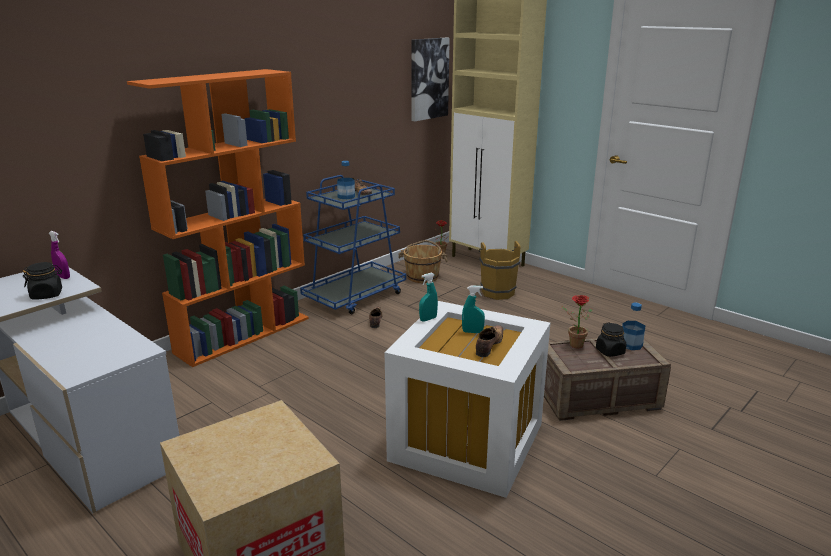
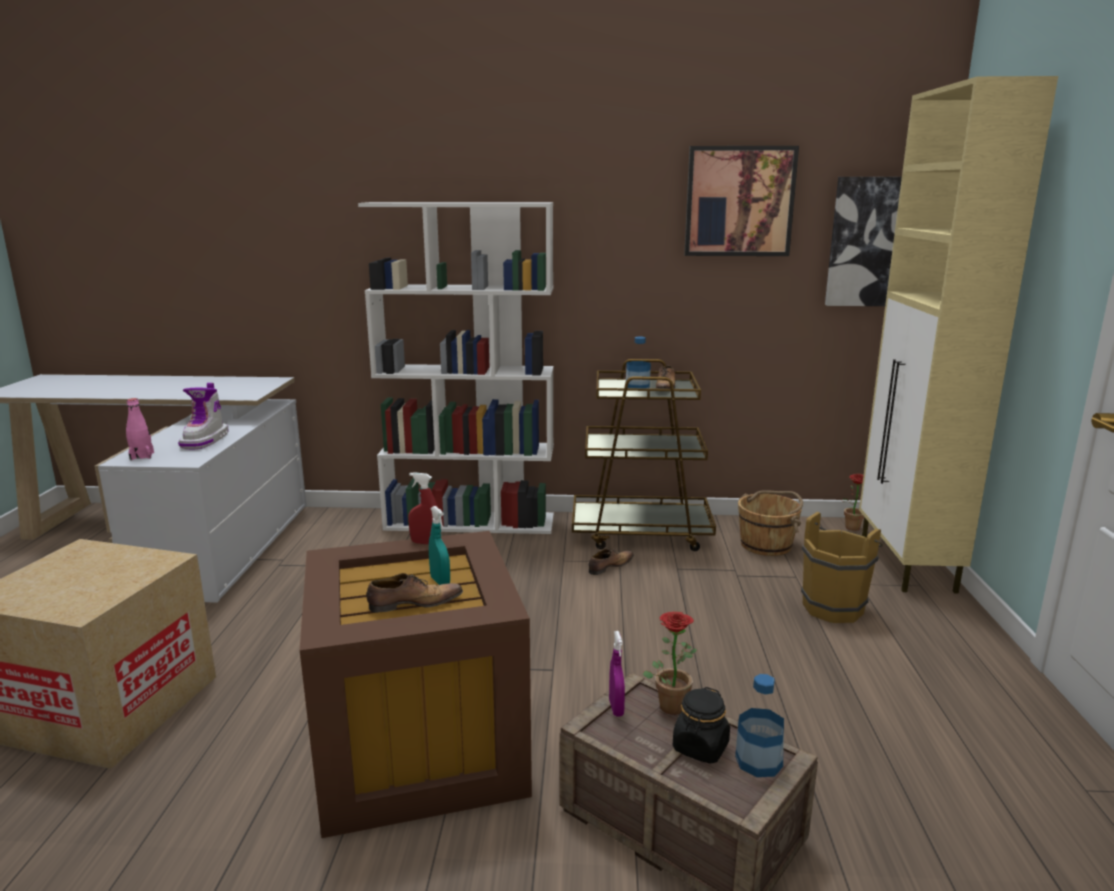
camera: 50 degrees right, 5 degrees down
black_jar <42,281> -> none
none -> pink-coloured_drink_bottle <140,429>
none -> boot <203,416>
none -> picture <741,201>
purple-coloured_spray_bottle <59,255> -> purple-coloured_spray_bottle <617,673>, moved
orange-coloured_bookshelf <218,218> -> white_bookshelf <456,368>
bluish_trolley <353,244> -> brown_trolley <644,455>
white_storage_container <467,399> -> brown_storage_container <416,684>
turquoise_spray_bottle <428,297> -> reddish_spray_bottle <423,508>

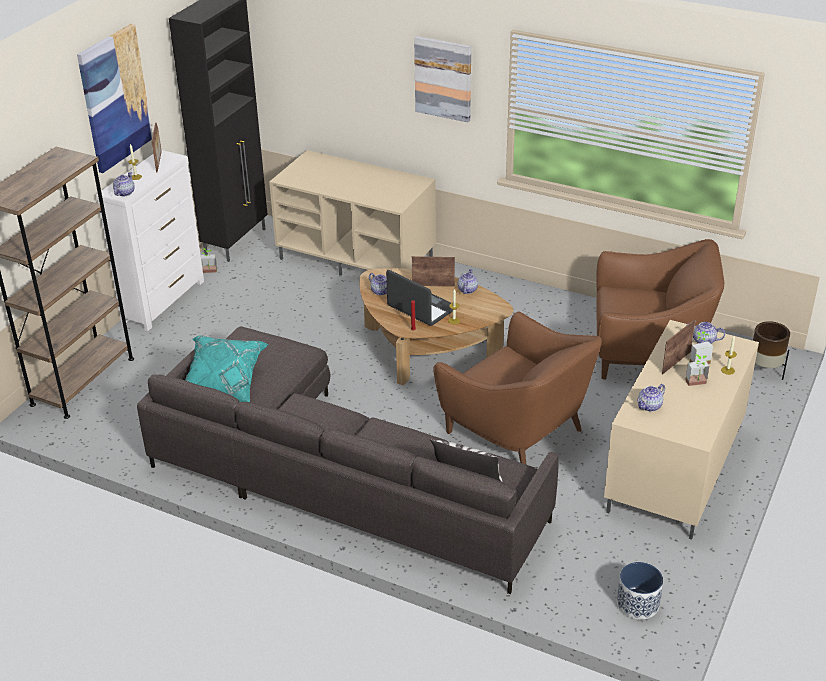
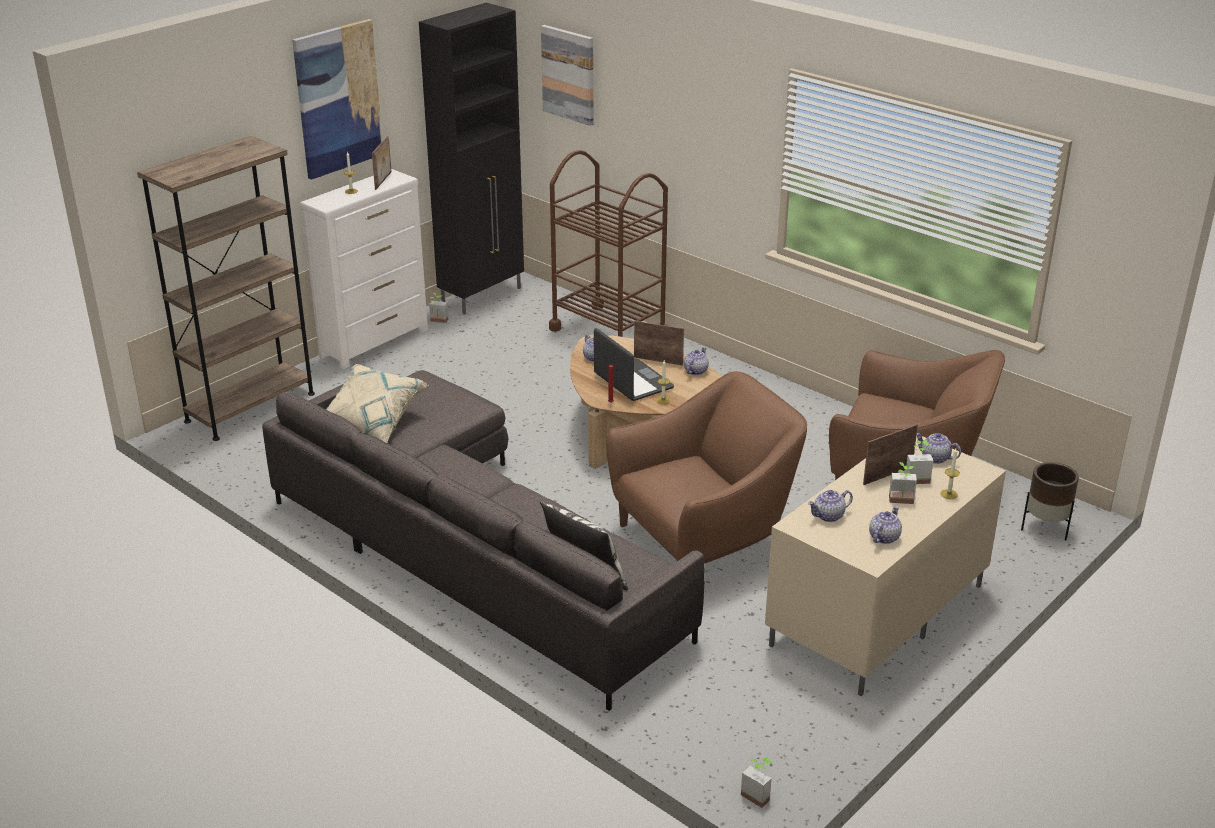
camera: 15 degrees right, 5 degrees down
plant_pot <640,590> -> none
none -> potted_plant <757,782>
tea_pot <124,184> -> tea_pot <885,525>, moved
picture <442,79> -> picture <567,75>, moved
beige_tv_unit <352,213> -> brown_trolley <608,243>
turquoise_throw_pillow <227,369> -> beige_throw_pillow <377,403>
brown_armchair <517,388> -> brown_armchair <706,467>, 90 degrees counterclockwise

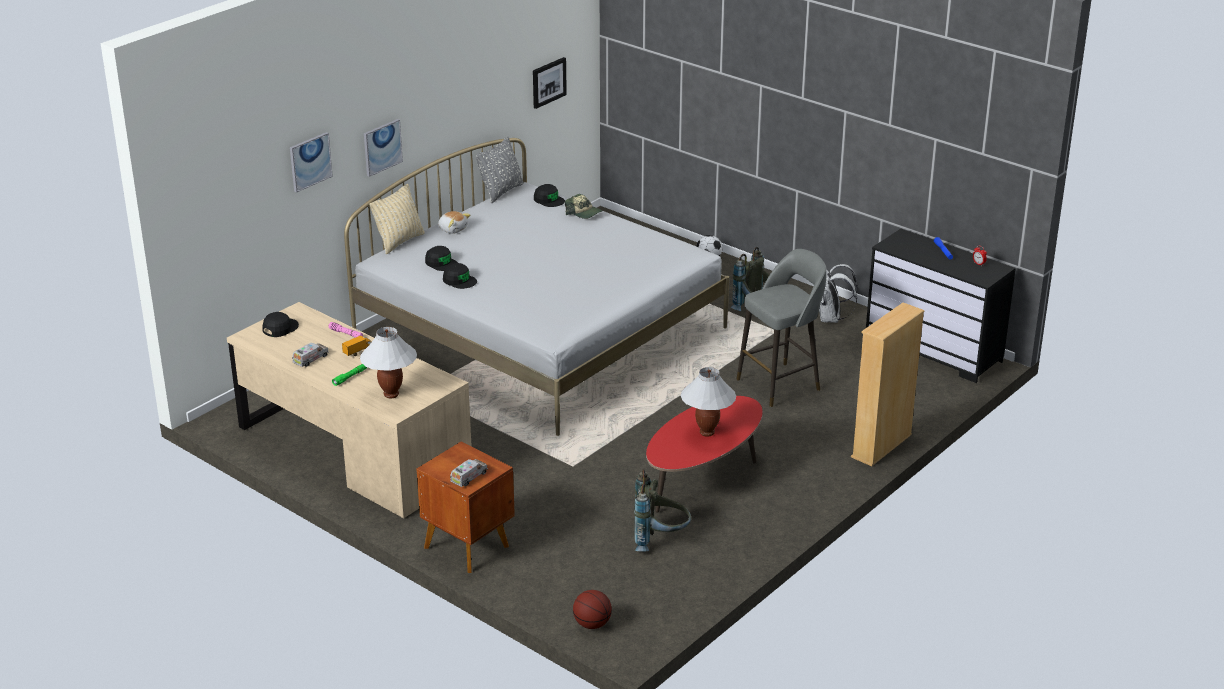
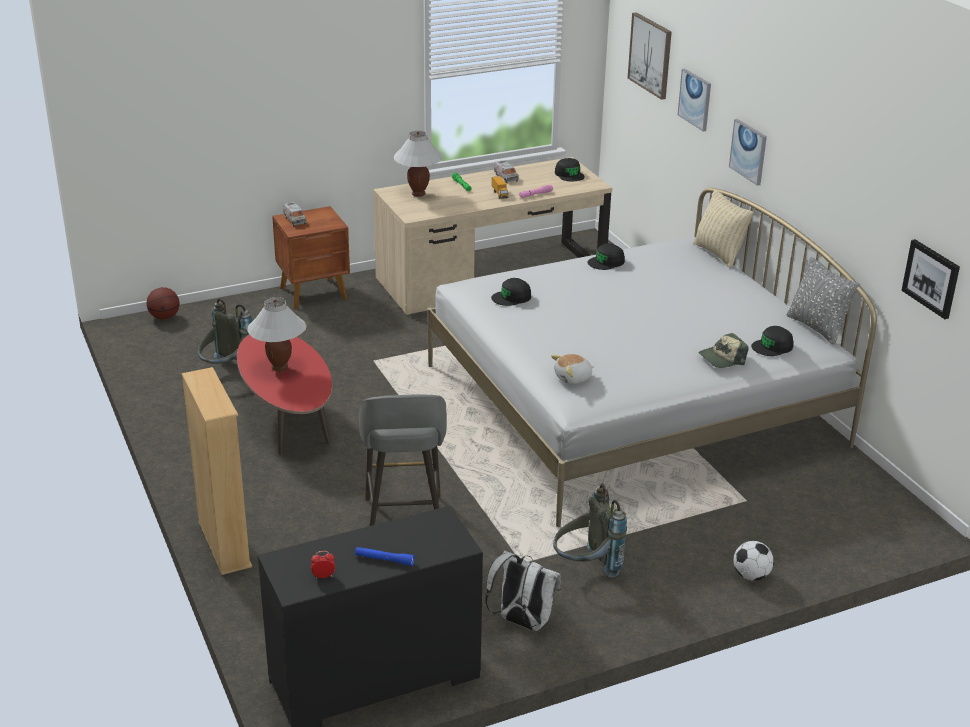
camera: 115 degrees right, 0 degrees up
none -> picture <650,56>
black_cap <441,258> -> black_cap <511,292>, moved
soft_toy <454,222> -> soft_toy <572,369>, moved

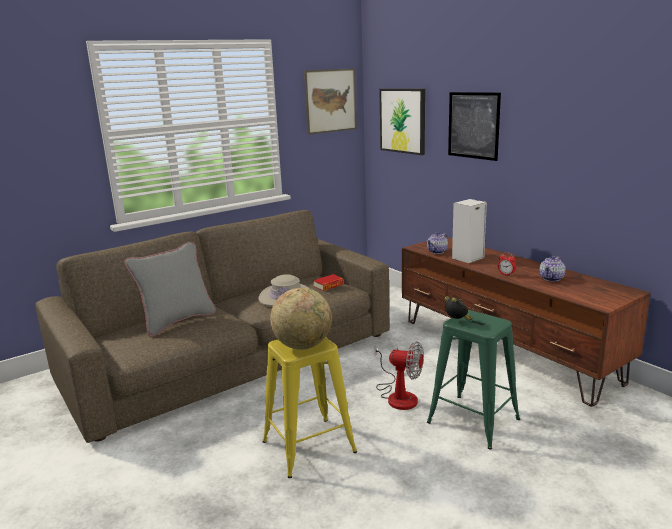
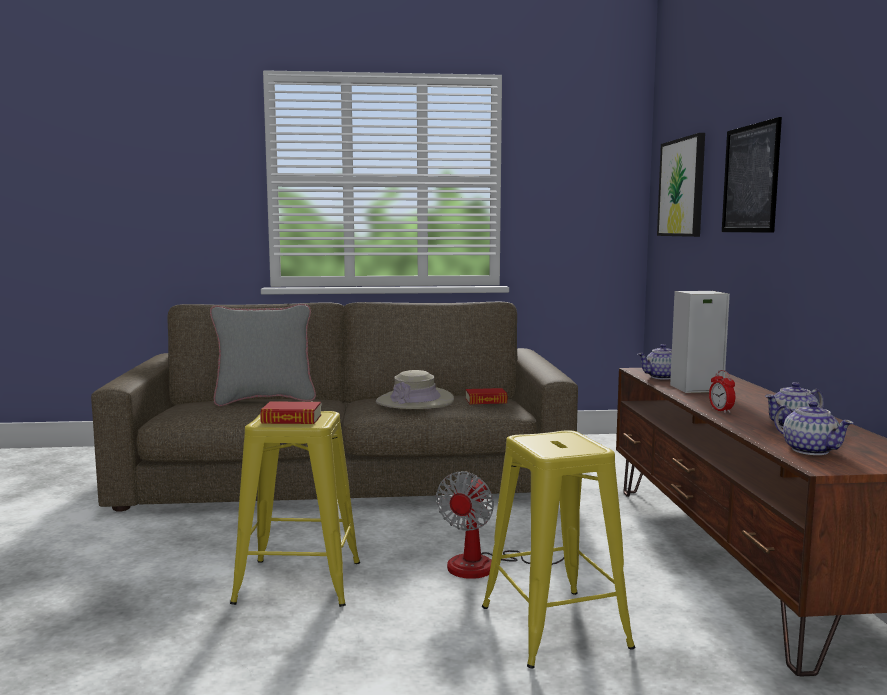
camera: 30 degrees right, 10 degrees down
picture <330,101> -> none
alarm_clock <458,308> -> none
none -> tea_pot <814,428>
world_globe <301,319> -> book <290,413>
green-coloured_stool <473,379> -> yellow_stool <558,549>
fan <399,375> -> fan <500,525>, 60 degrees clockwise

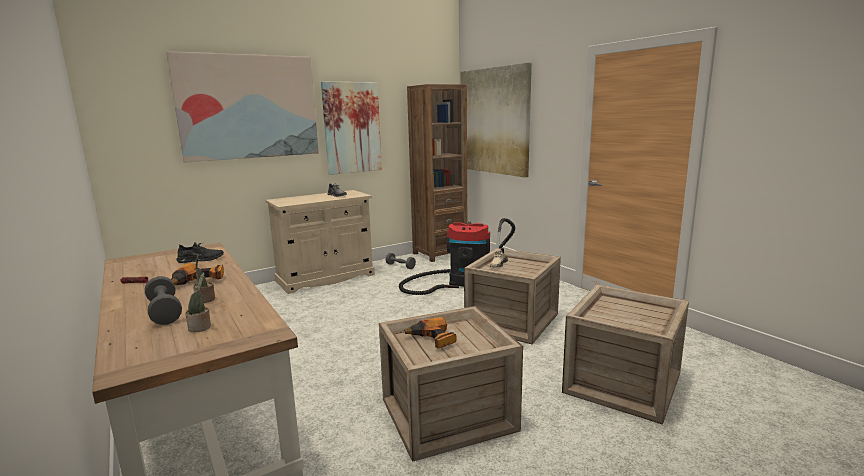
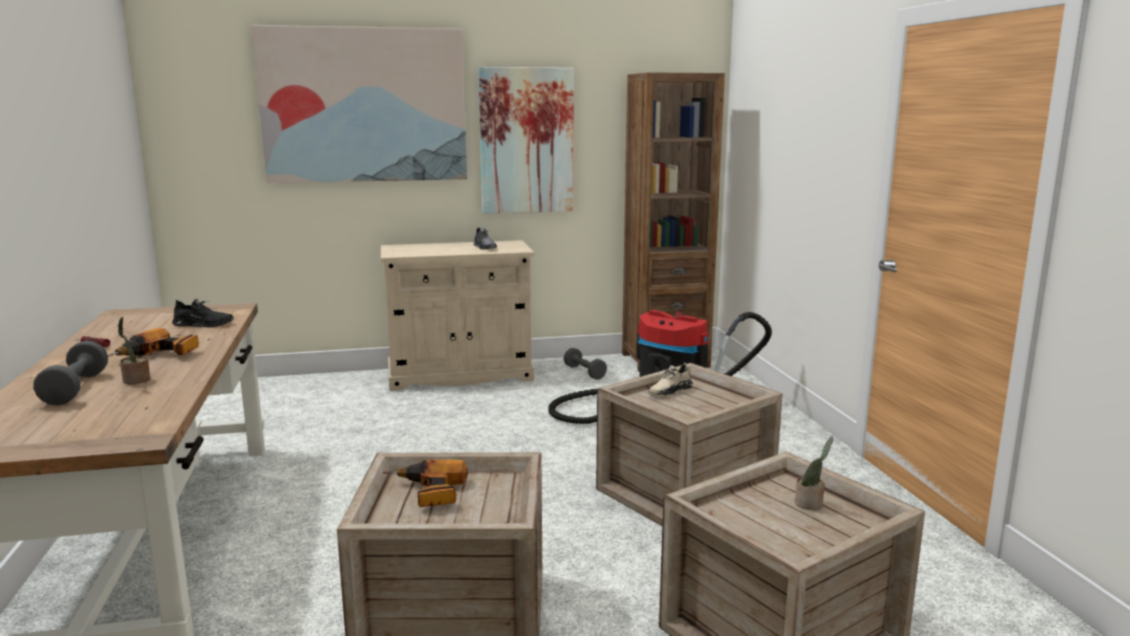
camera: 20 degrees right, 0 degrees up
picture <496,120> -> none
potted_plant <198,302> -> potted_plant <814,473>, moved

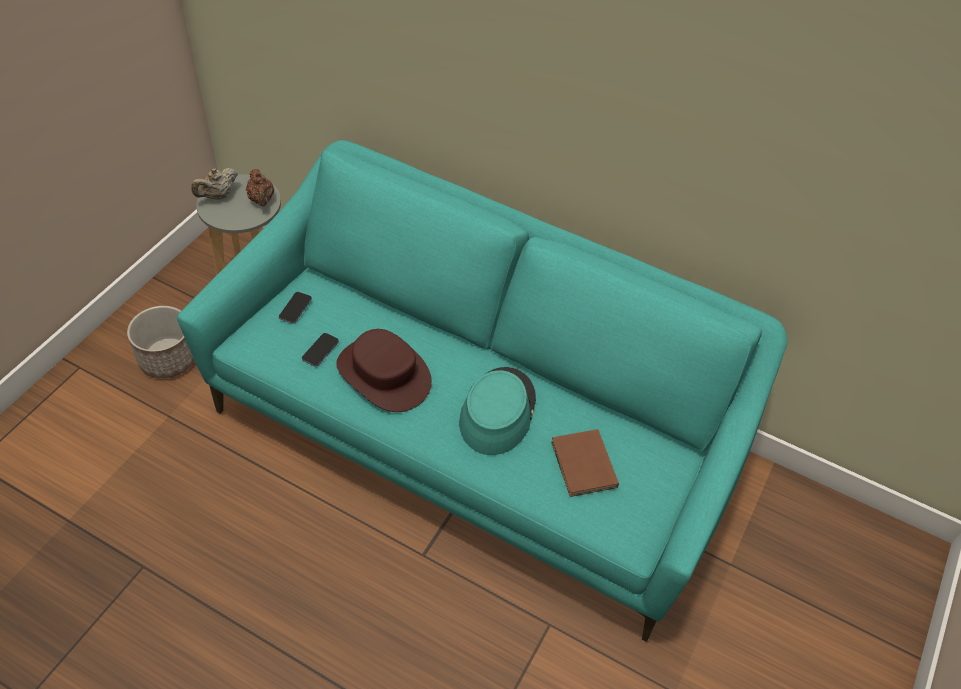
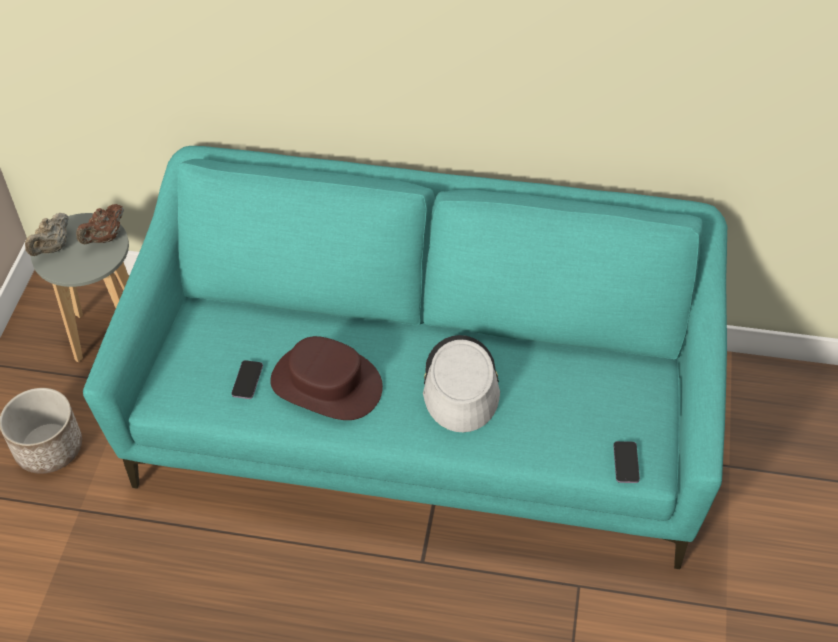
camera: 15 degrees left, 0 degrees up
brown_book <585,463> -> none
handset <295,307> -> handset <626,462>, moved
turquoise_wearable_hat <497,411> -> grey_wearable_hat <461,383>
brown_tea_pot <260,188> -> brown_tea_pot <100,224>, 75 degrees clockwise

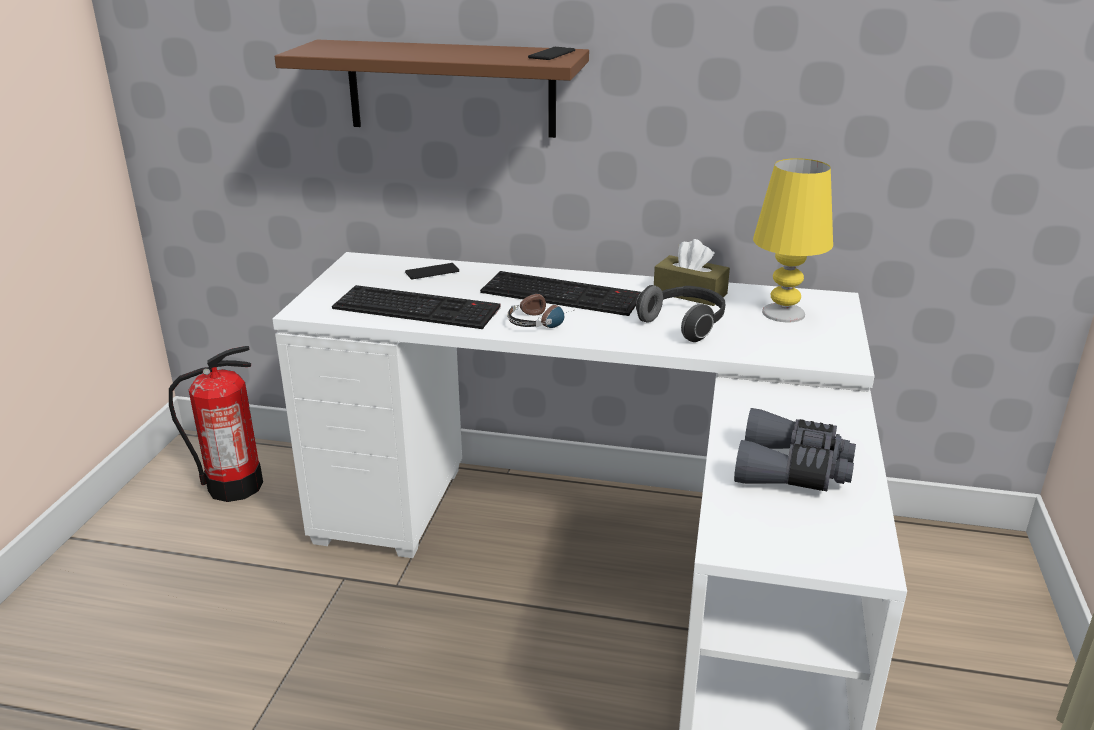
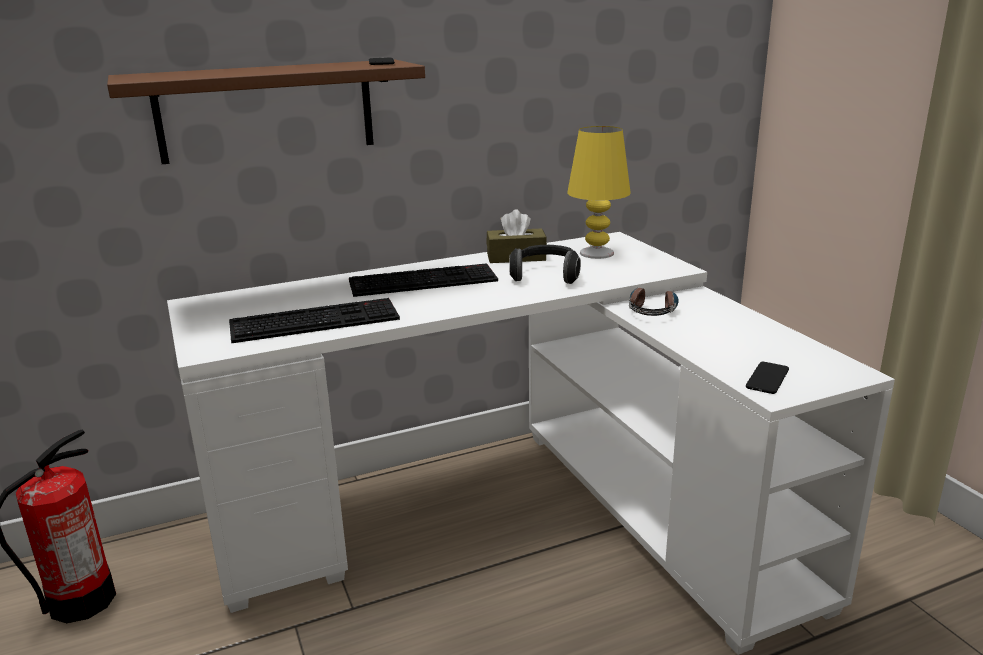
camera: 35 degrees left, 5 degrees down
grey_binoculars <795,449> -> none
handset <432,271> -> handset <767,377>, moved
headset <540,311> -> headset <654,302>, moved

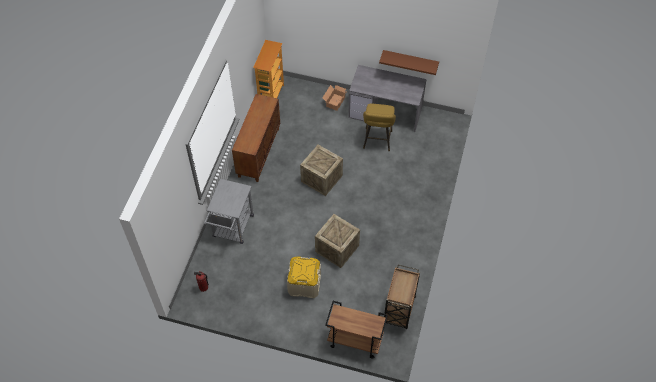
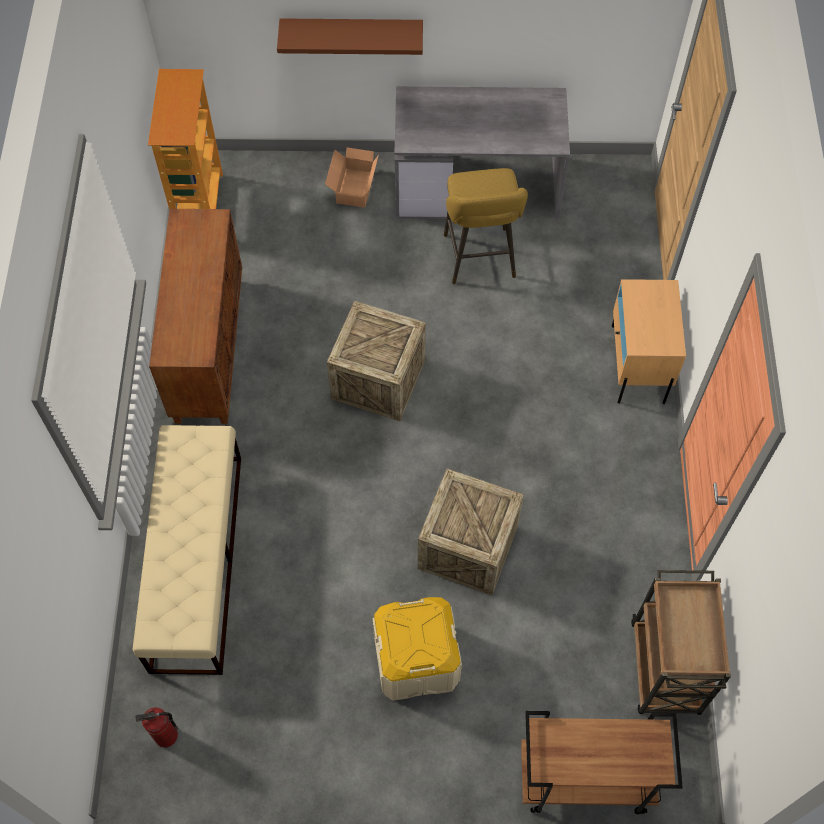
camera: 15 degrees left, 5 degrees up
none -> beige_nightstand <649,341>
brown_wall_shelf <409,62> -> brown_wall_shelf <350,36>, moved
grey_trolley <229,211> -> beige_long_seat <186,550>

